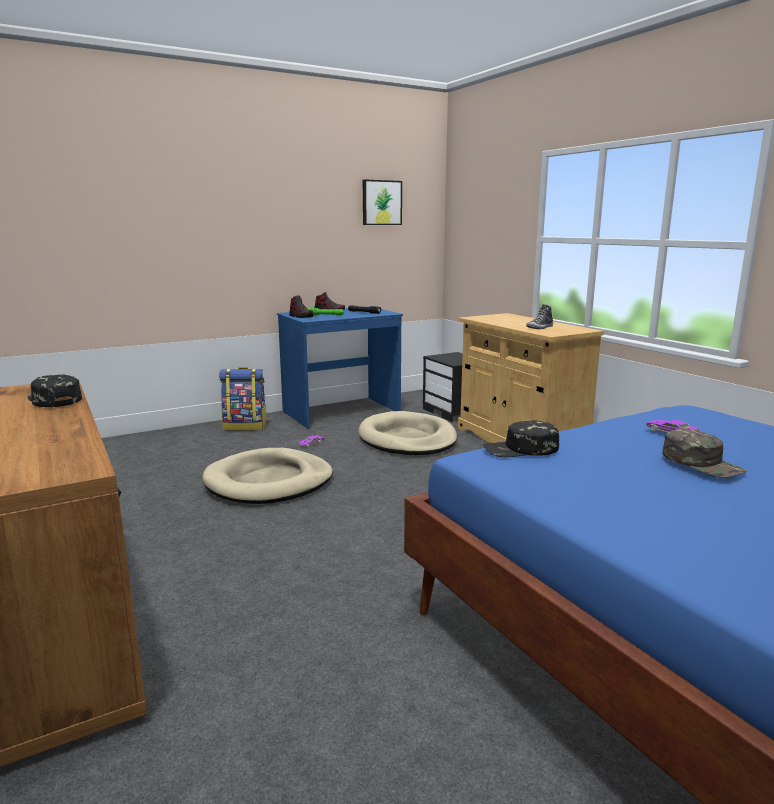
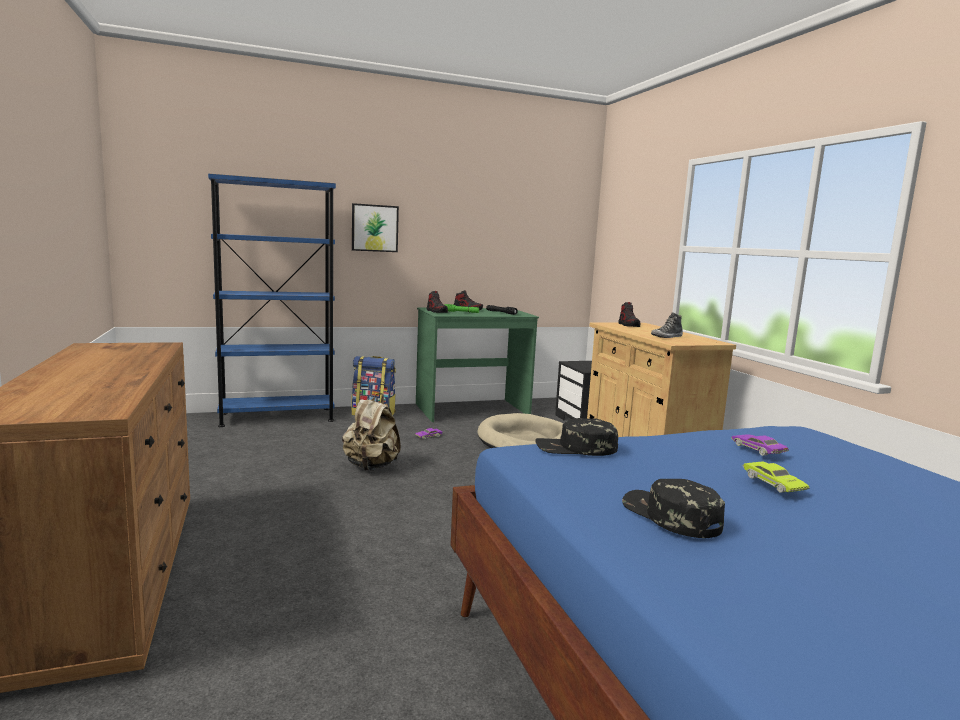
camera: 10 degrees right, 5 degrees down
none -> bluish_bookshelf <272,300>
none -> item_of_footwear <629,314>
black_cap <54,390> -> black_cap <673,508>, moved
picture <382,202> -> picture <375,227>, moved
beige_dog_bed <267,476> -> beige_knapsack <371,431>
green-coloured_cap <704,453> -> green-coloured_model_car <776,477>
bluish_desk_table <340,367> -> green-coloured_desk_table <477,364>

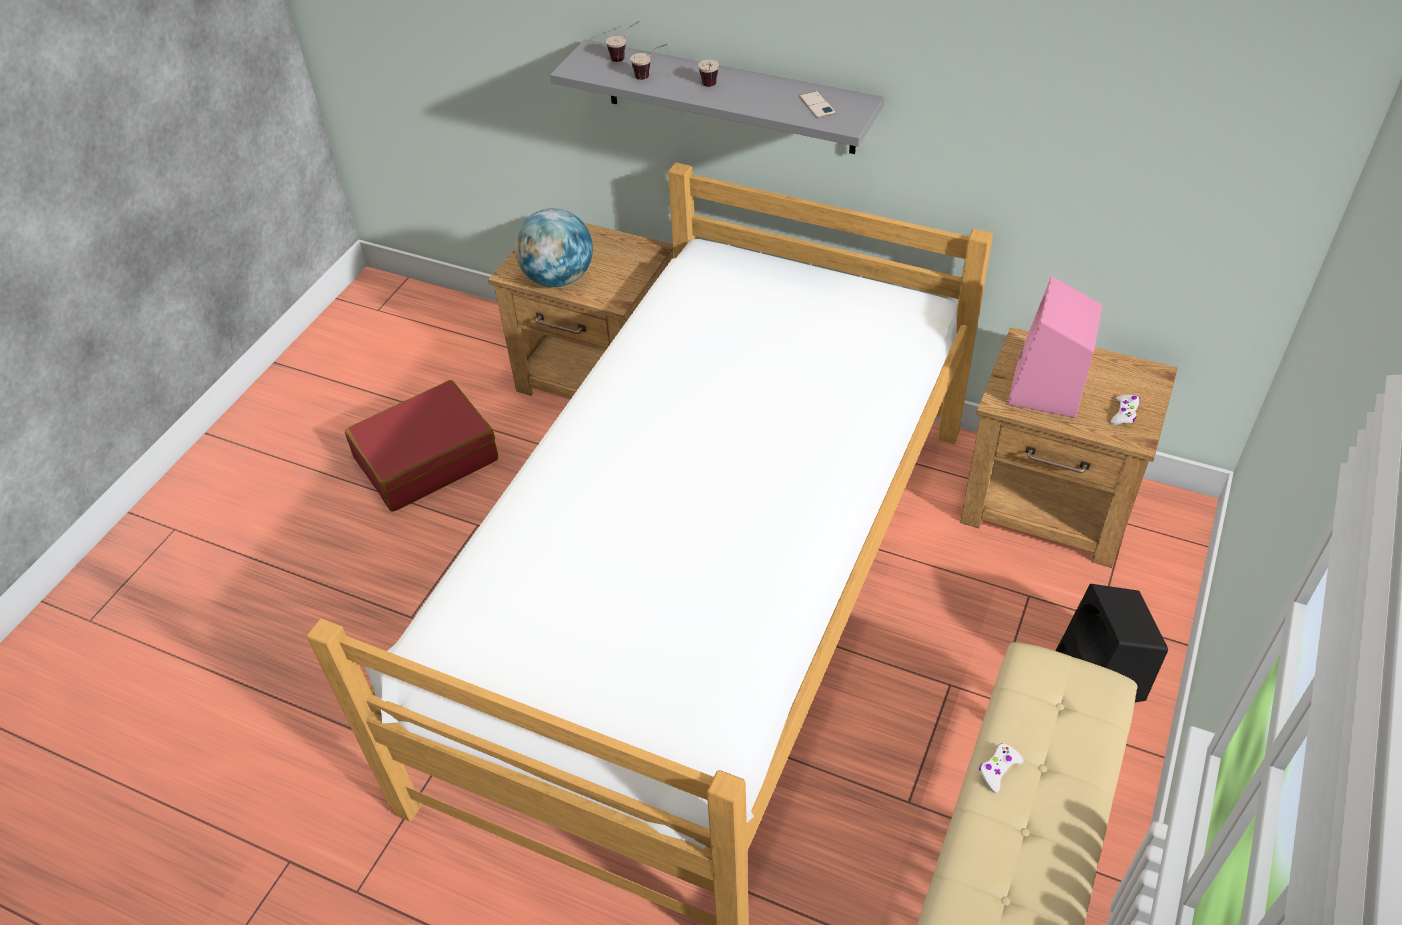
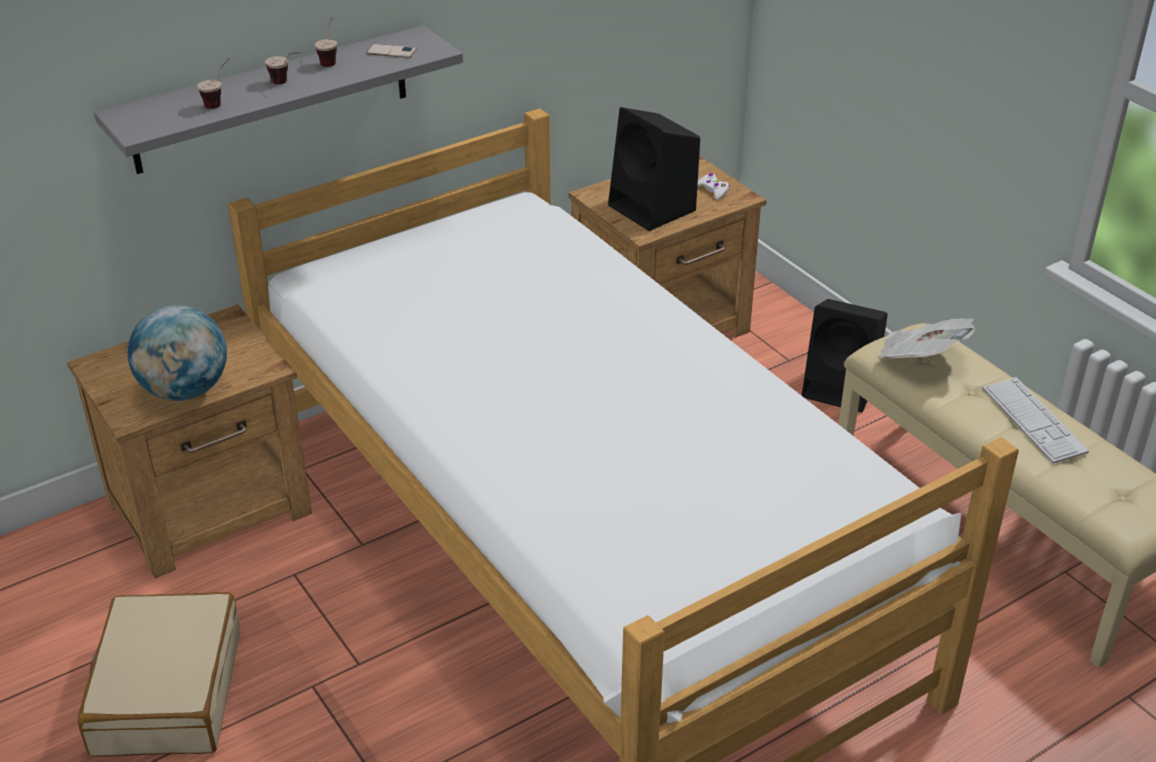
camera: 60 degrees left, 10 degrees down
white_joypad <1001,768> -> none
none -> newspaper <926,338>
none -> keyboard <1035,420>
cup <623,41> -> cup <326,42>, moved
reddish_travel_case <421,446> -> beige_travel_case <159,674>
pink-coloured_loudspeaker <1054,347> -> black_loudspeaker <654,169>

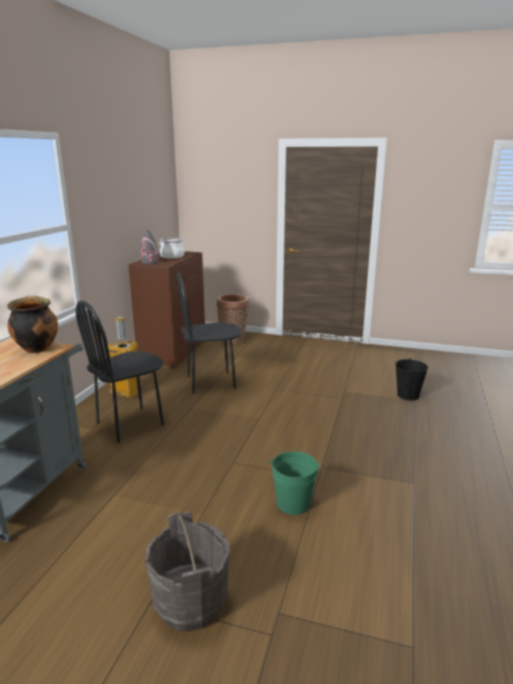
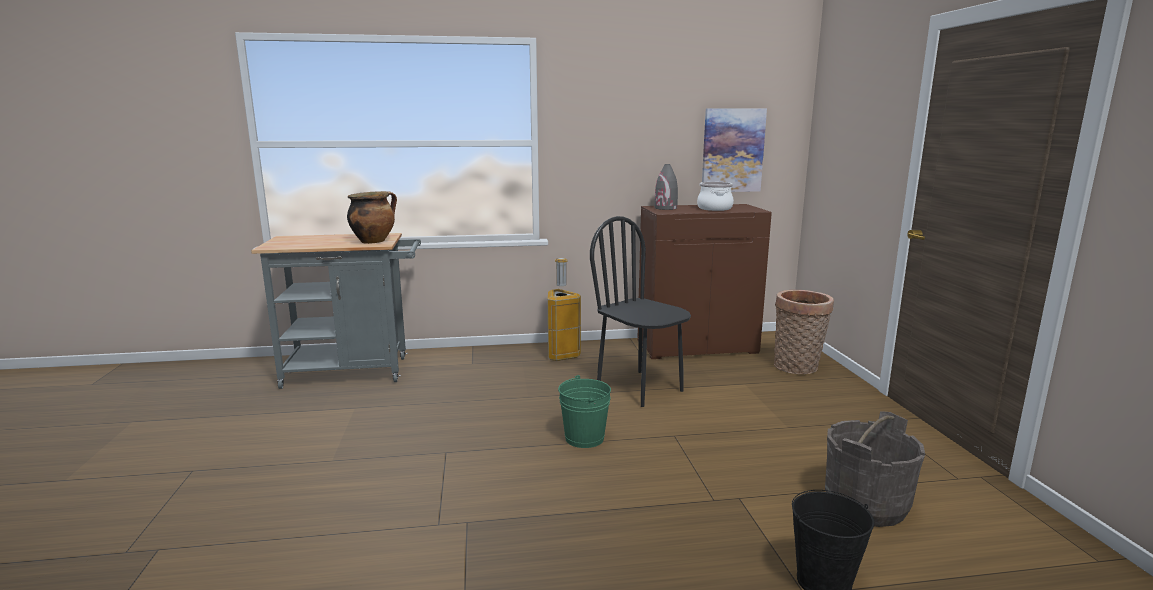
camera: 65 degrees right, 5 degrees down
black_plain_chair <120,371> -> none
none -> picture <734,150>
grey_water_bucket <187,572> -> grey_water_bucket <875,469>, moved
green-coloured_water_bucket <295,483> -> green-coloured_water_bucket <584,411>, moved

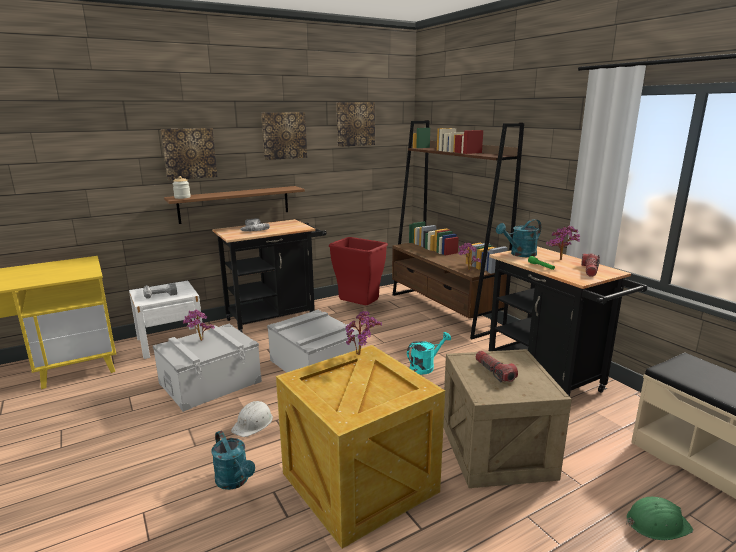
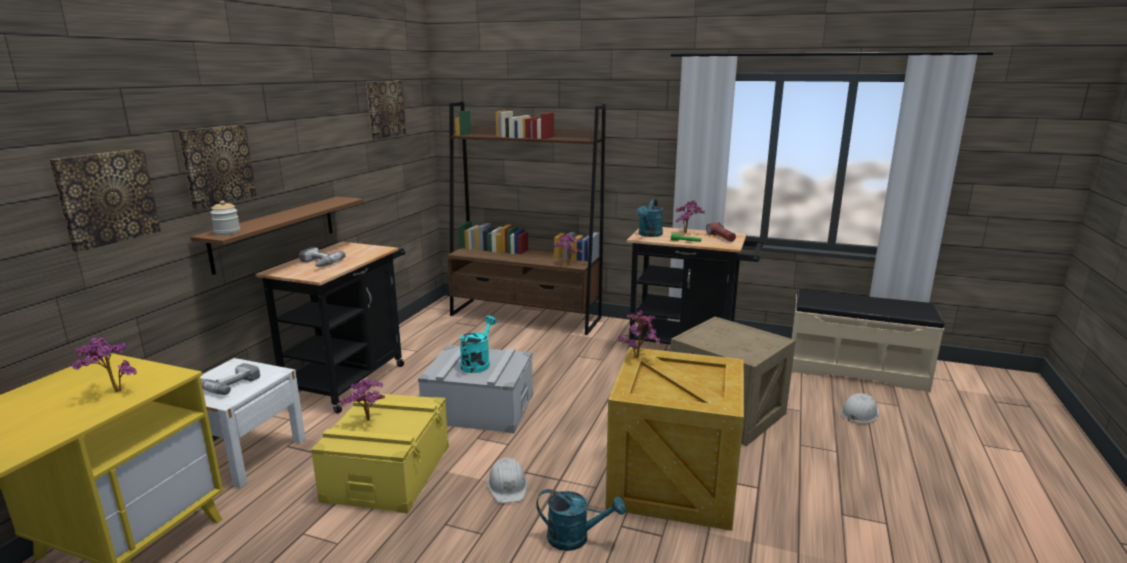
camera: 40 degrees left, 0 degrees up
reddish_trash_can <358,271> -> none
hand_torch <496,366> -> none
none -> potted_plant <104,365>
picture <284,136> -> picture <105,200>, moved
turquoise_watering_can <429,353> -> turquoise_watering_can <478,344>, moved
grey_storage_container <207,368> -> yellow_storage_container <380,452>
green-coloured_safety_helmet <659,518> -> white_safety_helmet <860,408>

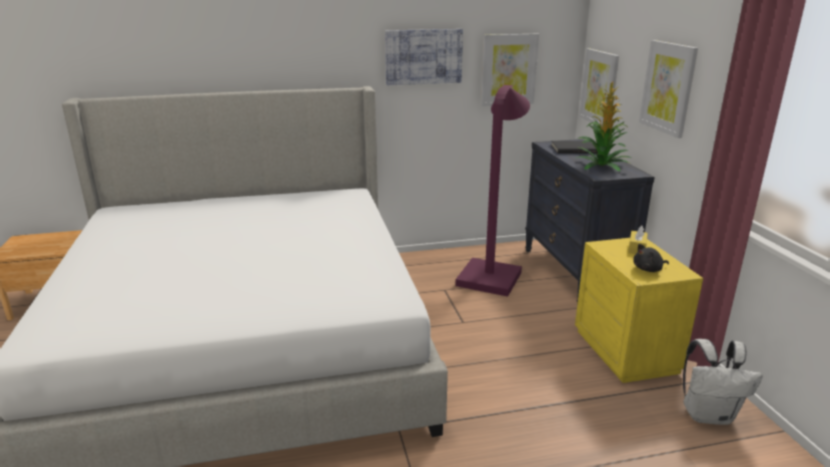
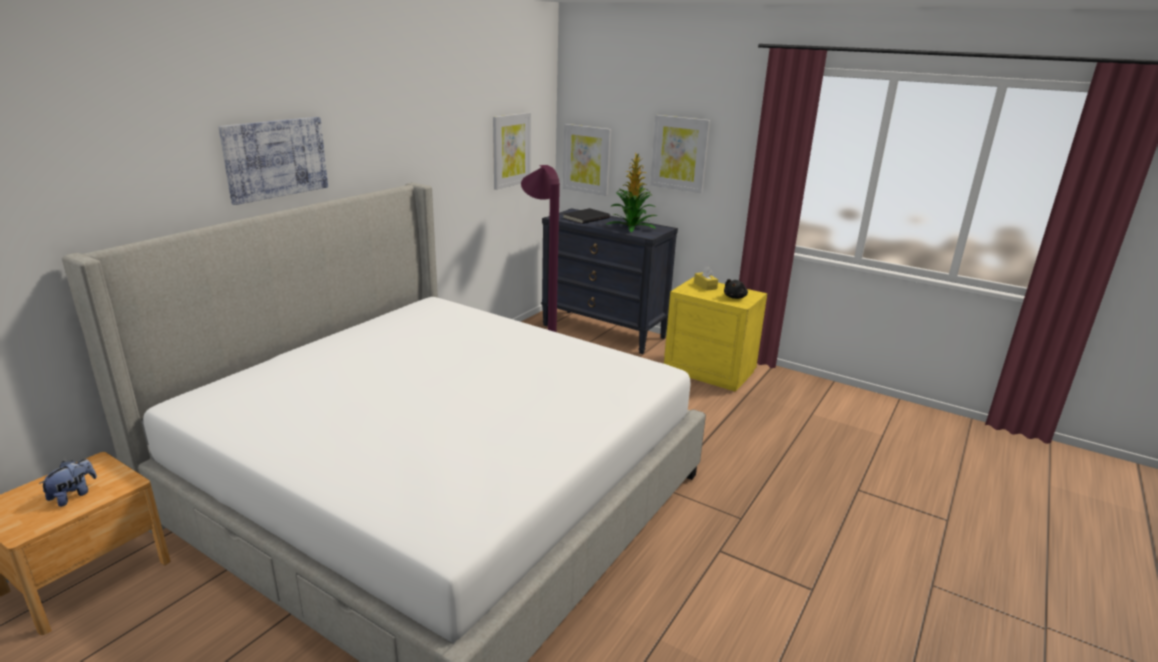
camera: 45 degrees left, 0 degrees up
white_knapsack <723,382> -> none
none -> soft_toy <68,483>
picture <424,57> -> picture <273,161>, moved

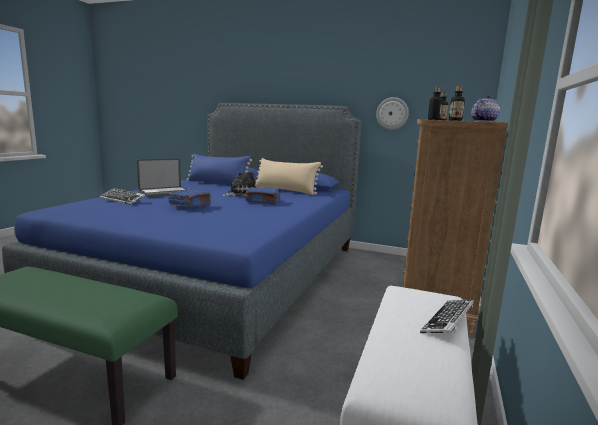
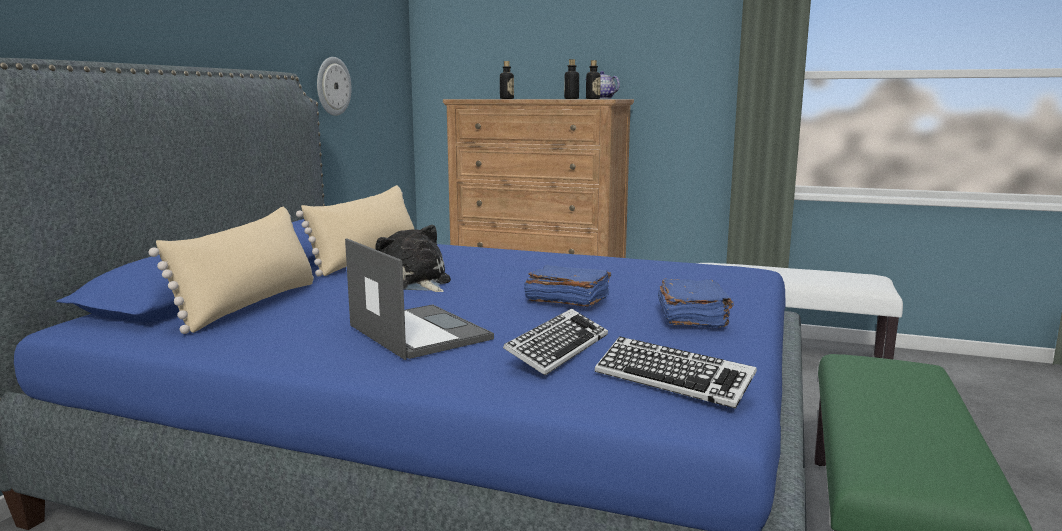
camera: 90 degrees left, 0 degrees up
bluish_book <262,196> -> bluish_book <696,303>, moved
keyboard <447,316> -> keyboard <676,373>, moved
bluish_throw_pillow <219,169> -> beige_throw_pillow <231,270>

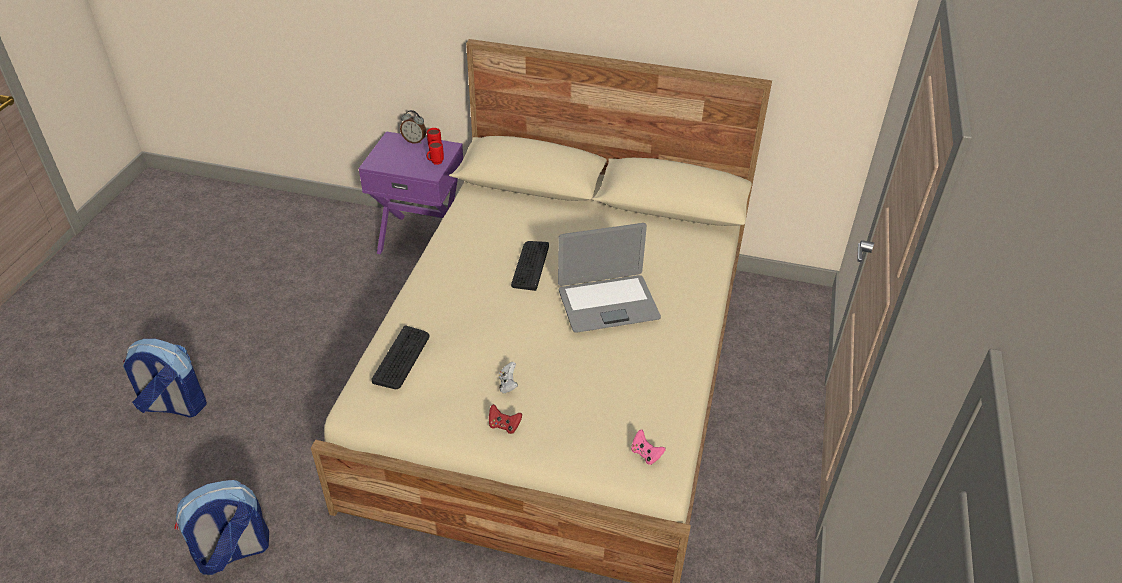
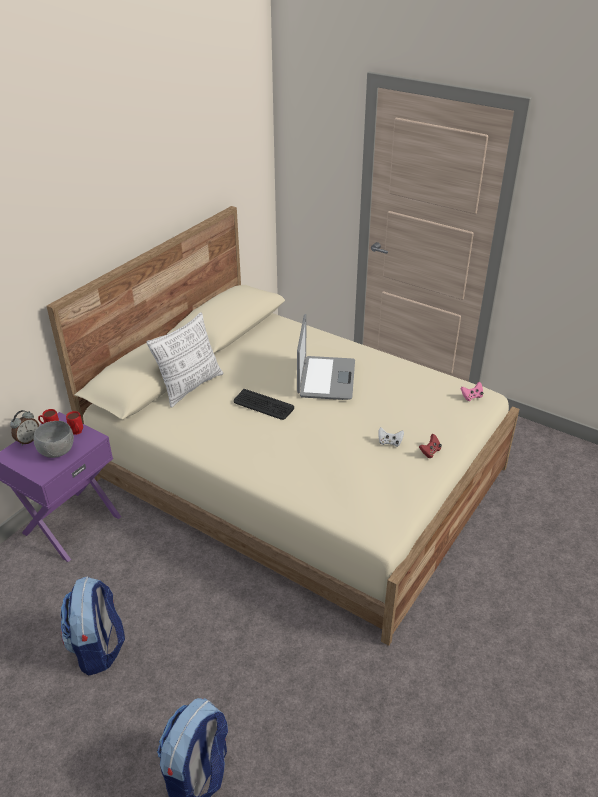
camera: 70 degrees left, 5 degrees down
keyboard <400,357> -> none
none -> grey_deep_dish <53,439>
none -> throw_pillow <184,360>
knapsack <221,527> -> knapsack <93,626>, moved

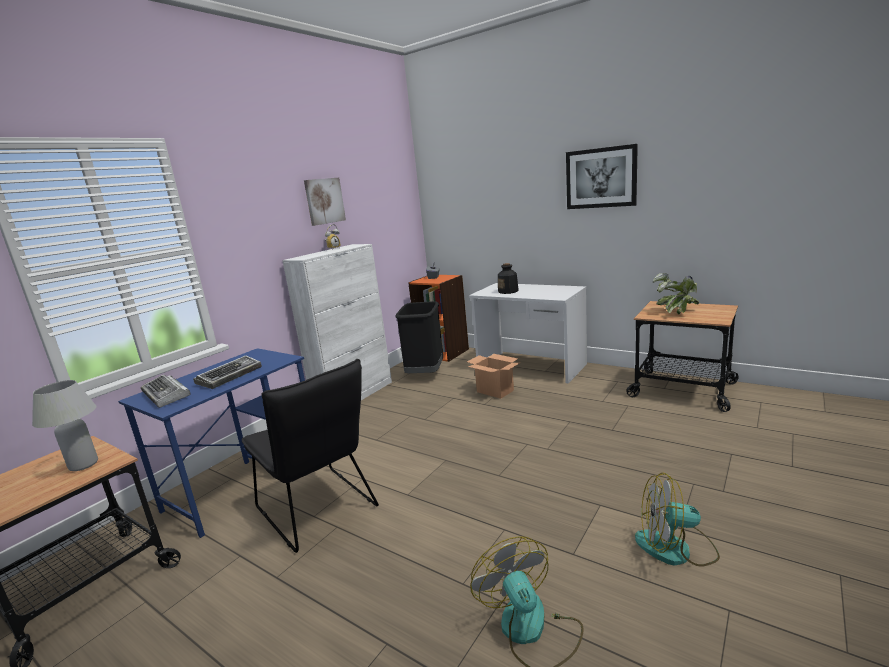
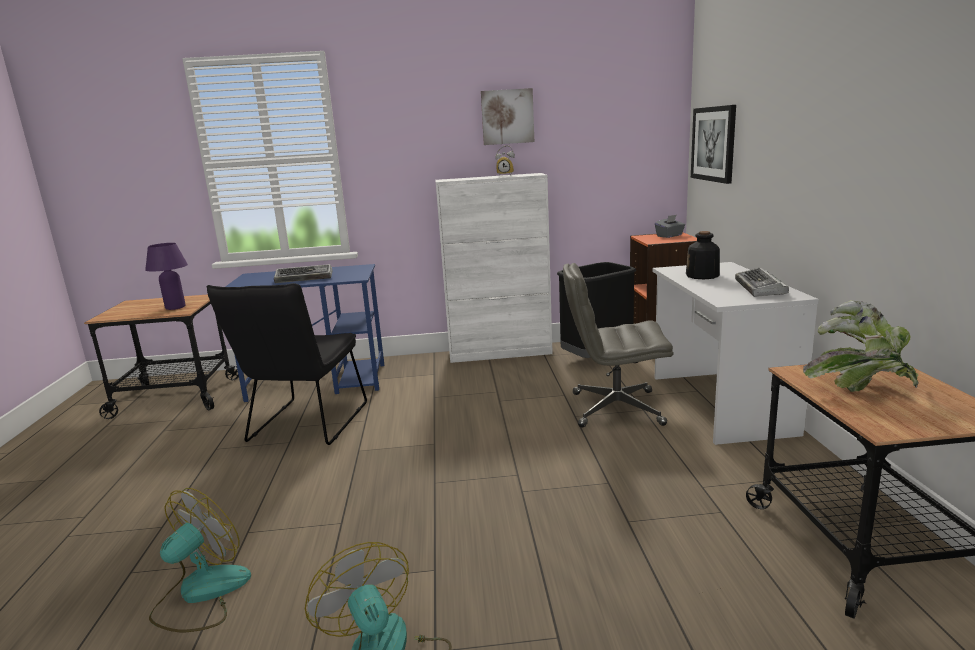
camera: 50 degrees right, 0 degrees up
keyboard <165,391> -> keyboard <762,282>, moved
picture <602,176> -> picture <713,144>, moved
carton <494,376> -> grey_desk_chair <618,345>
white_table_lamp <65,425> -> purple-coloured_table_lamp <166,276>

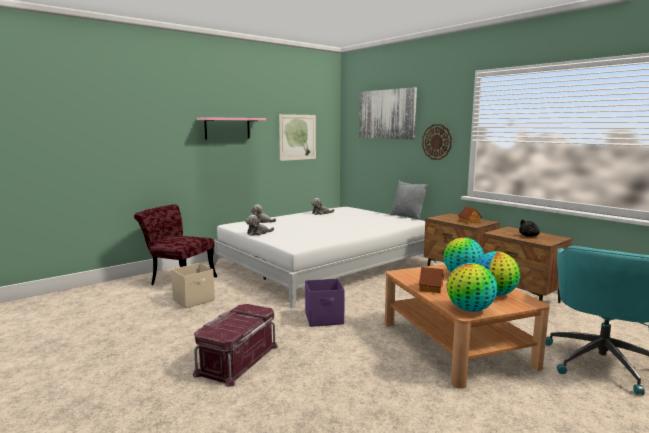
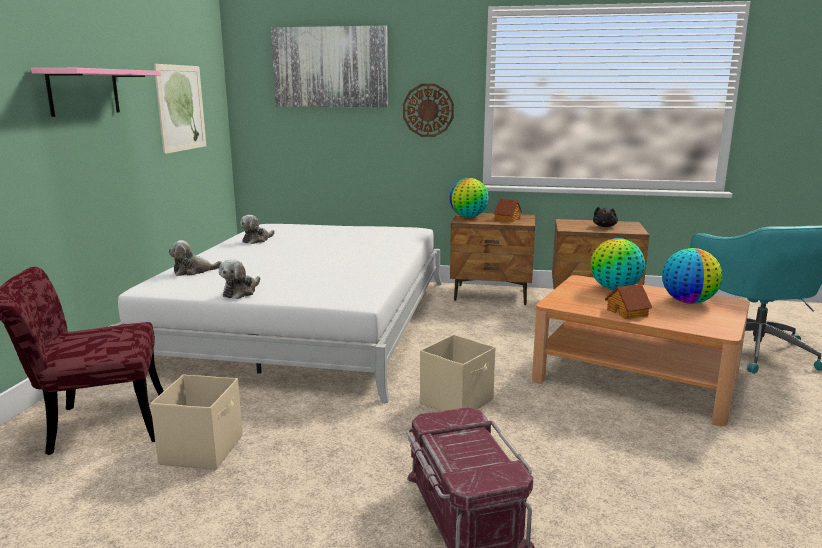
camera: 40 degrees left, 5 degrees up
grey_throw_pillow <409,200> -> none
world_globe <472,287> -> world_globe <469,198>, moved
purple-coloured_storage_container <325,302> -> beige_storage_container <458,373>

